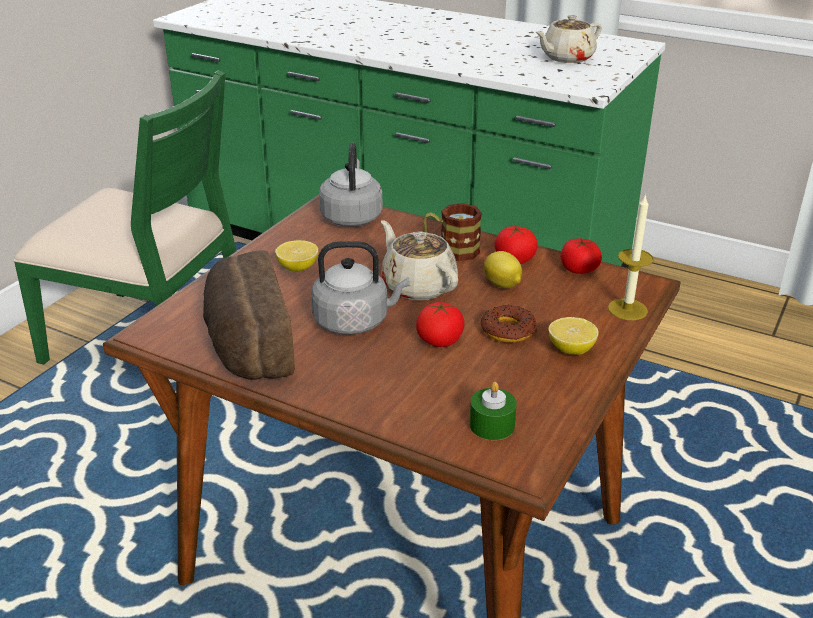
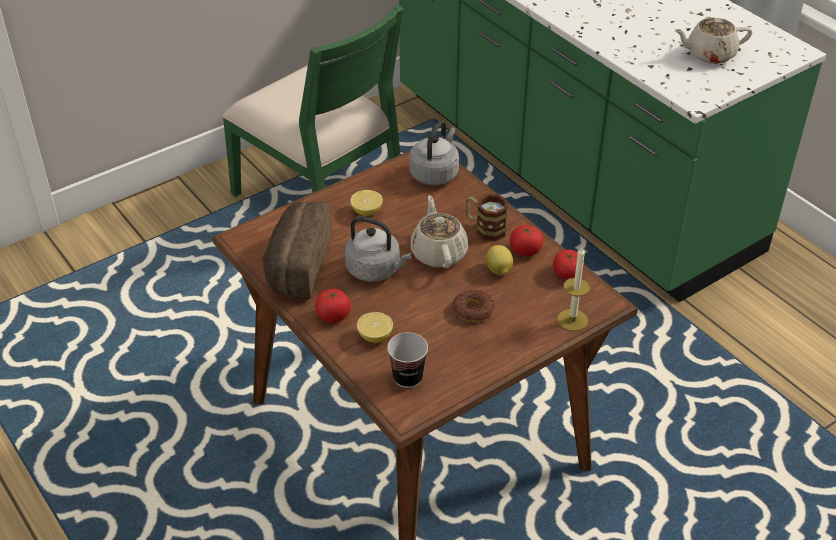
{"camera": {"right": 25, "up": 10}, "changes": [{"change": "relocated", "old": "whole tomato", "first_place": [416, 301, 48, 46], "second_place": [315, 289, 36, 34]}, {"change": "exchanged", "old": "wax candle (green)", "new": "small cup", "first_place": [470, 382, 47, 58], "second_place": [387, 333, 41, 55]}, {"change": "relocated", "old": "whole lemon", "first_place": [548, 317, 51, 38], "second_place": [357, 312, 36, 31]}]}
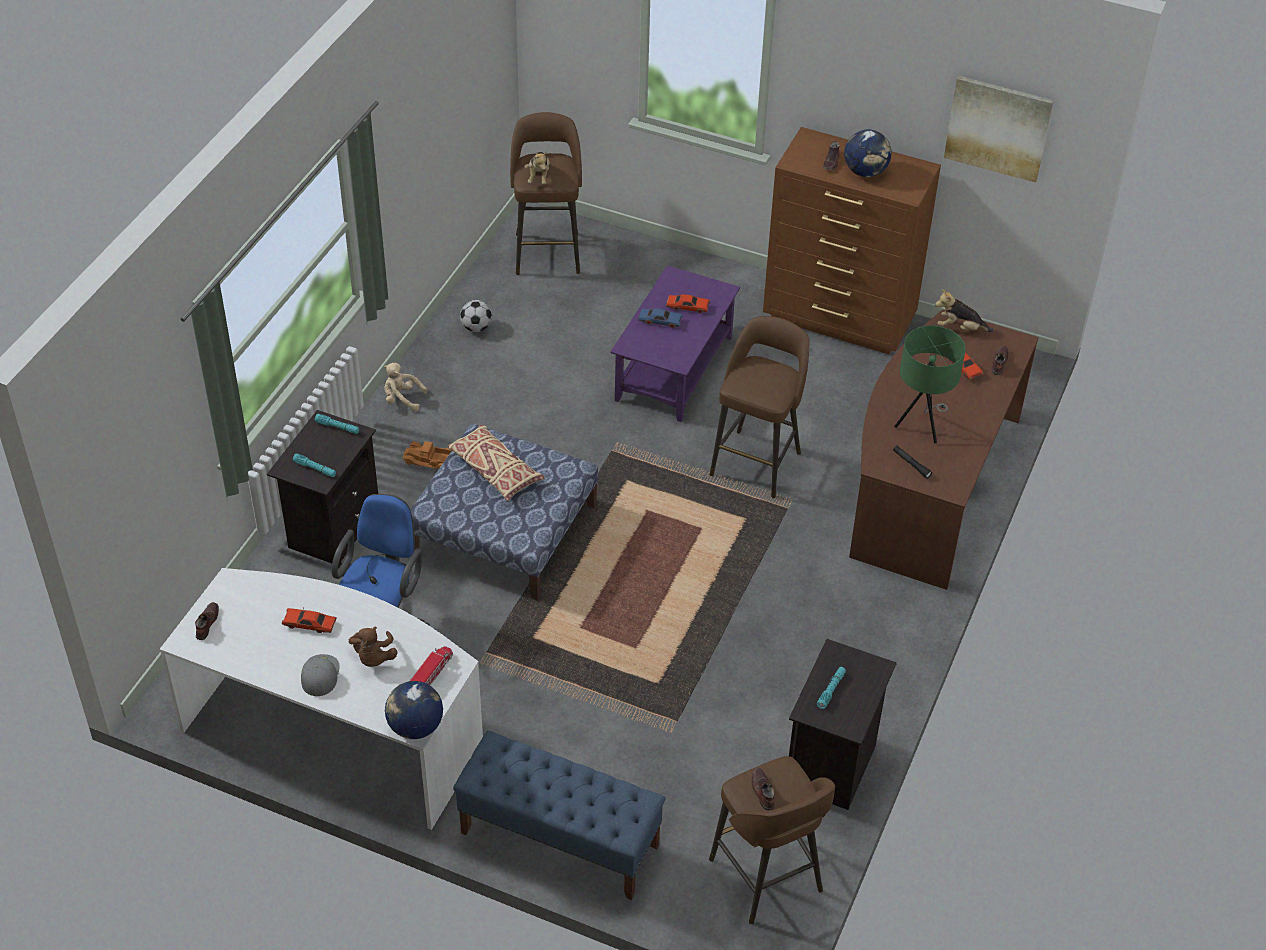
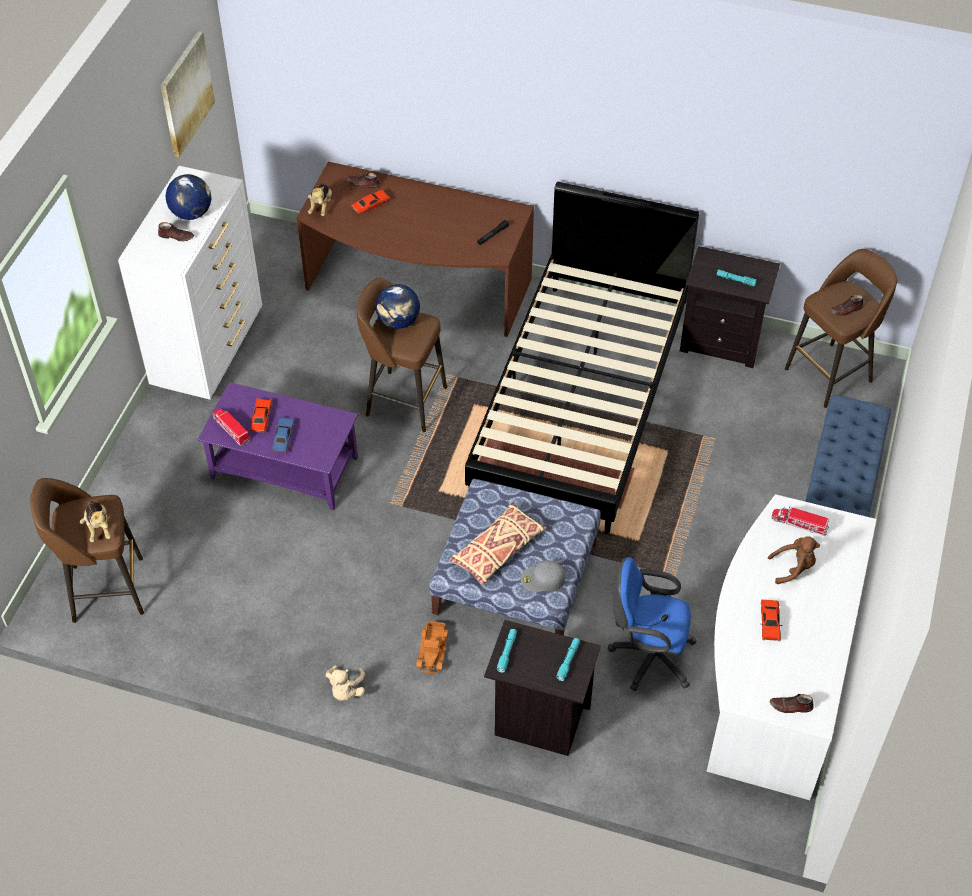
{"camera": {"right": -95, "up": 5}, "changes": [{"change": "relocated", "old": "peaked cap (gray)", "first_place": [301, 654, 39, 42], "second_place": [521, 560, 44, 32]}, {"change": "relocated", "old": "desk globe", "first_place": [385, 681, 58, 58], "second_place": [376, 284, 44, 45]}, {"change": "missing", "old": "ball for football", "first_place": [460, 300, 32, 32]}, {"change": "spun", "old": "plush toy", "first_place": [525, 151, 25, 34], "second_place": [80, 501, 31, 41], "degrees": 75}, {"change": "colour", "old": "drawer chest (brown)", "new": "drawer chest (whitish)", "first_place": [763, 127, 178, 227], "second_place": [118, 166, 144, 234]}, {"change": "missing", "old": "tabletop lamp (green)", "first_place": [894, 325, 72, 118]}, {"change": "appeared", "new": "model truck", "second_place": [212, 409, 38, 37]}, {"change": "appeared", "new": "sleeping bed (black-coloured)", "second_place": [465, 182, 234, 352]}]}
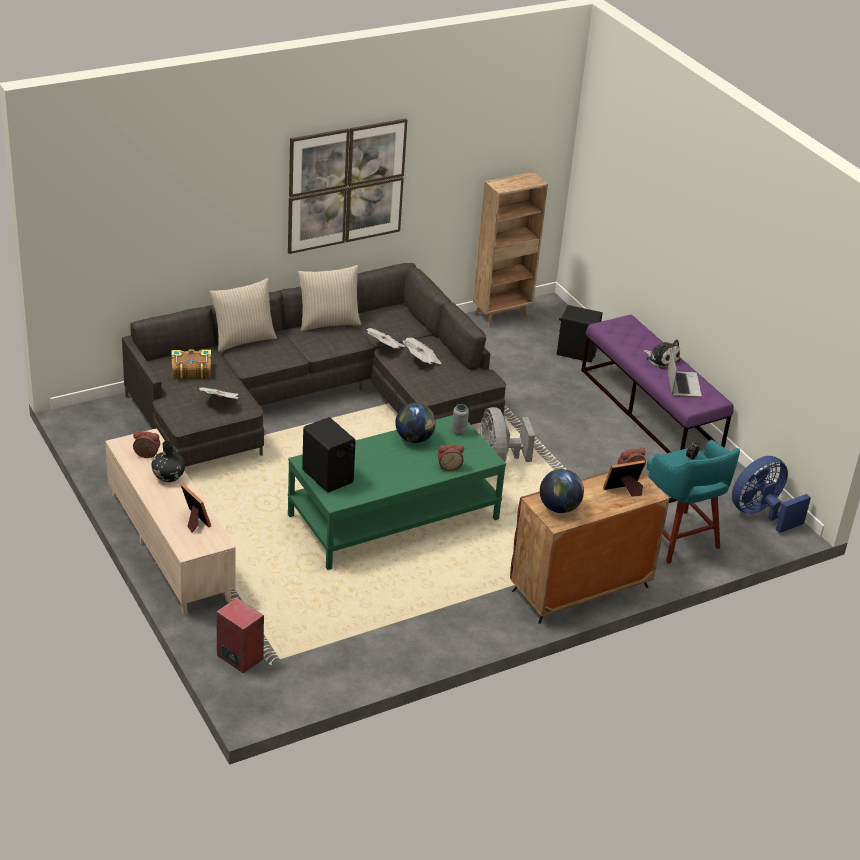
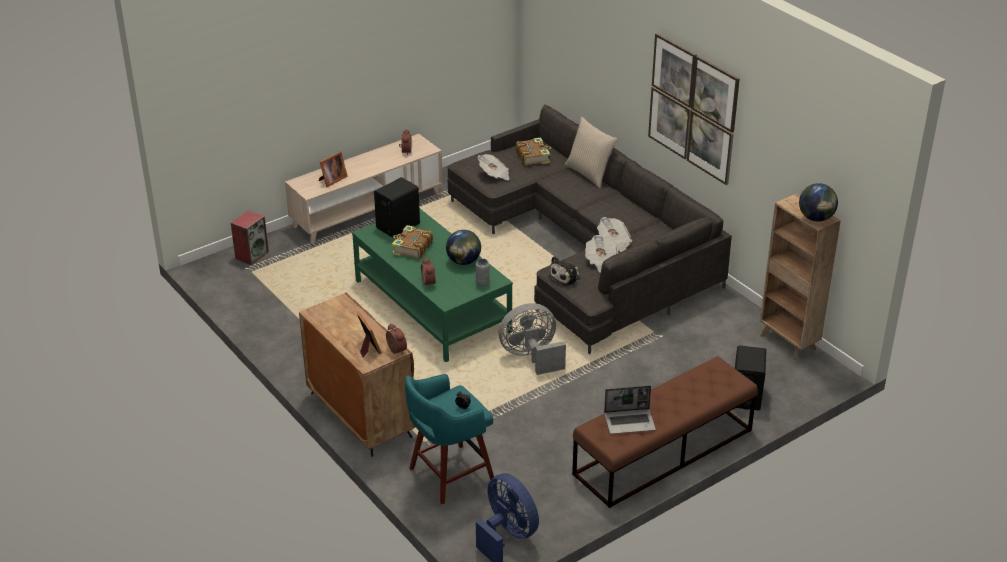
{"camera": {"right": 85, "up": 0}, "changes": [{"change": "missing", "old": "vase (black-coloured)", "first_place": [151, 441, 34, 41]}, {"change": "missing", "old": "cushion (sand-coloured)", "first_place": [298, 265, 63, 66]}, {"change": "relocated", "old": "desk globe", "first_place": [540, 469, 44, 44], "second_place": [799, 183, 39, 38]}, {"change": "colour", "old": "indoor bench (purplish)", "new": "indoor bench (brown)", "first_place": [581, 315, 153, 138], "second_place": [572, 357, 186, 151]}, {"change": "relocated", "old": "plush toy", "first_place": [643, 340, 37, 29], "second_place": [548, 256, 32, 30]}, {"change": "appeared", "new": "book", "second_place": [392, 225, 41, 34]}]}
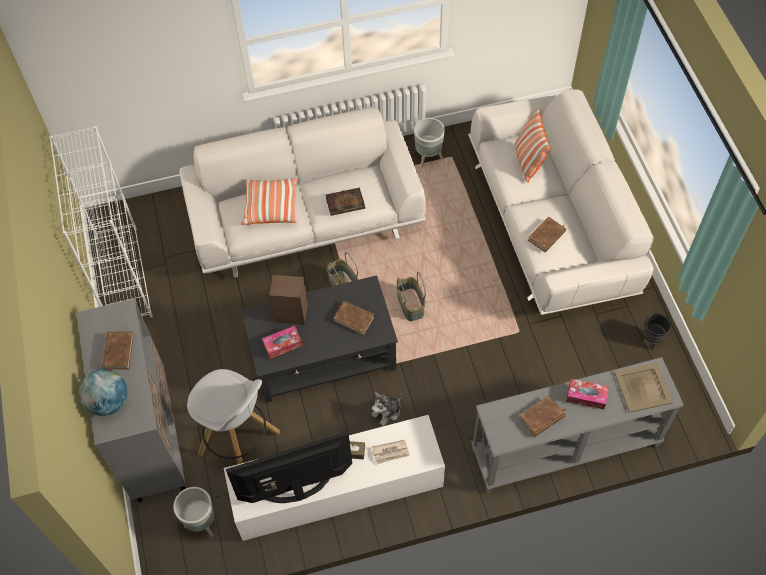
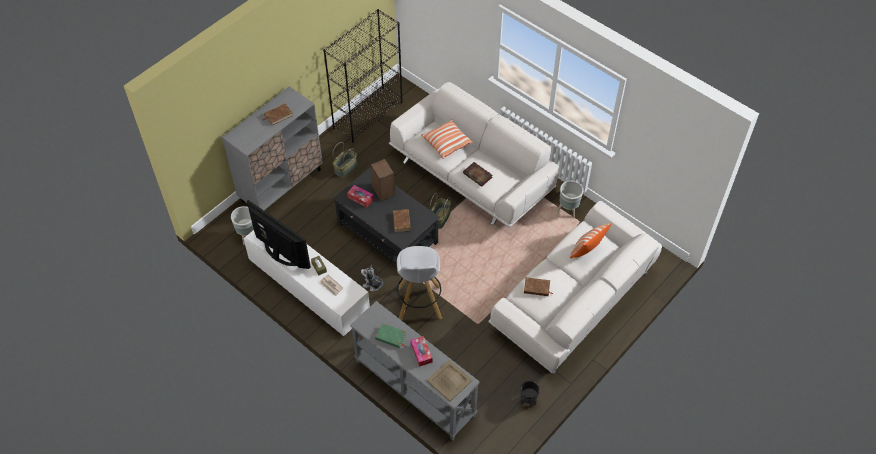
{"camera": {"right": 55, "up": -5}, "changes": [{"change": "colour", "old": "bookcase (whitish)", "new": "bookcase (black-coloured)", "first_place": [50, 126, 103, 192], "second_place": [323, 9, 80, 134]}, {"change": "missing", "old": "desk globe", "first_place": [79, 369, 48, 47]}, {"change": "relocated", "old": "stool seat (whitish)", "first_place": [187, 369, 93, 95], "second_place": [397, 246, 45, 74]}, {"change": "relocated", "old": "storage basket", "first_place": [397, 272, 29, 49], "second_place": [333, 142, 24, 36]}, {"change": "colour", "old": "book (brown)", "new": "book (green)", "first_place": [519, 395, 47, 42], "second_place": [375, 323, 32, 25]}]}
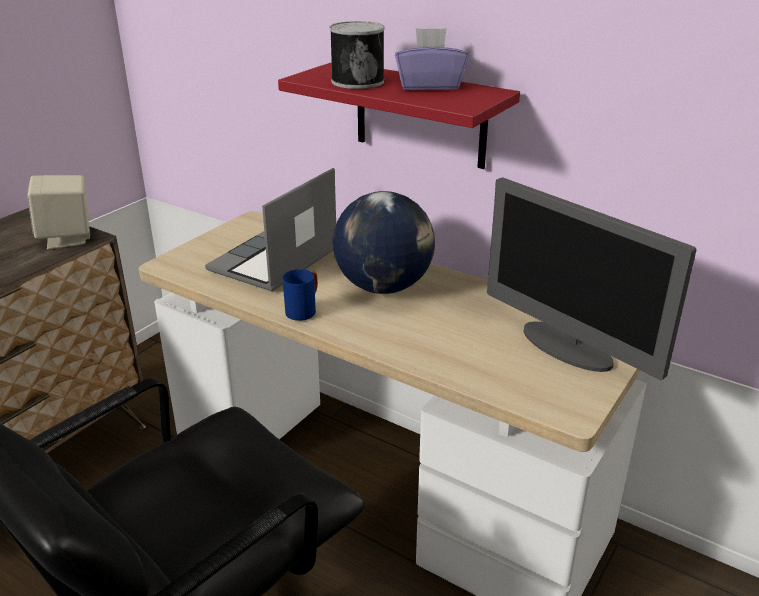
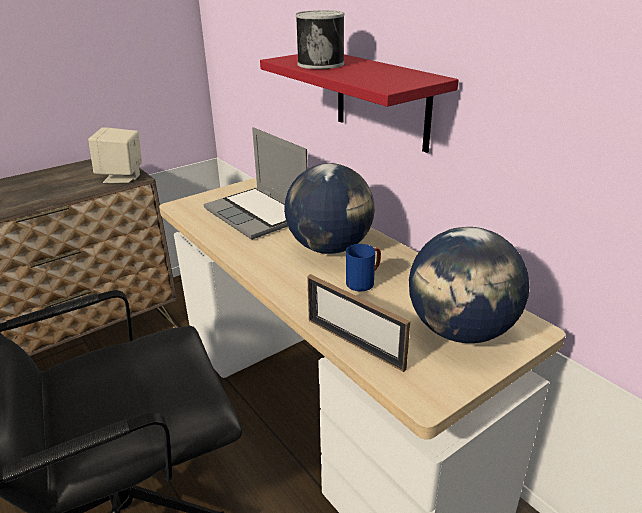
{"camera": {"right": 20, "up": 0}, "changes": [{"change": "spun", "old": "laptop", "first_place": [205, 168, 131, 124], "second_place": [203, 127, 105, 113], "degrees": -90}, {"change": "relocated", "old": "tea mug (blue-coloured)", "first_place": [282, 269, 36, 52], "second_place": [346, 244, 35, 48]}, {"change": "missing", "old": "tissue box (purplish)", "first_place": [395, 28, 73, 62]}, {"change": "exchanged", "old": "computer display", "new": "desk globe", "first_place": [487, 177, 209, 203], "second_place": [409, 227, 120, 116]}, {"change": "appeared", "new": "standing frame", "second_place": [307, 274, 103, 98]}]}
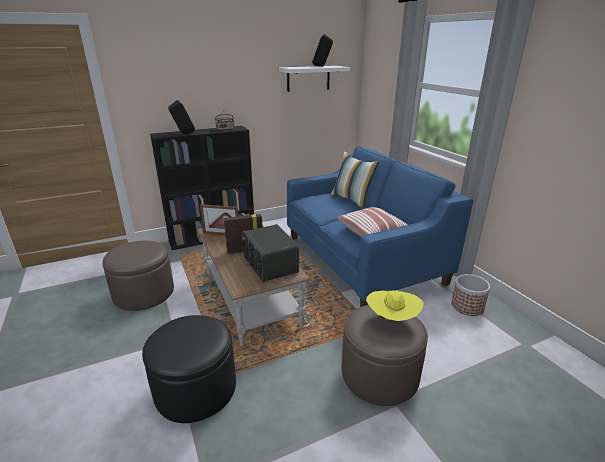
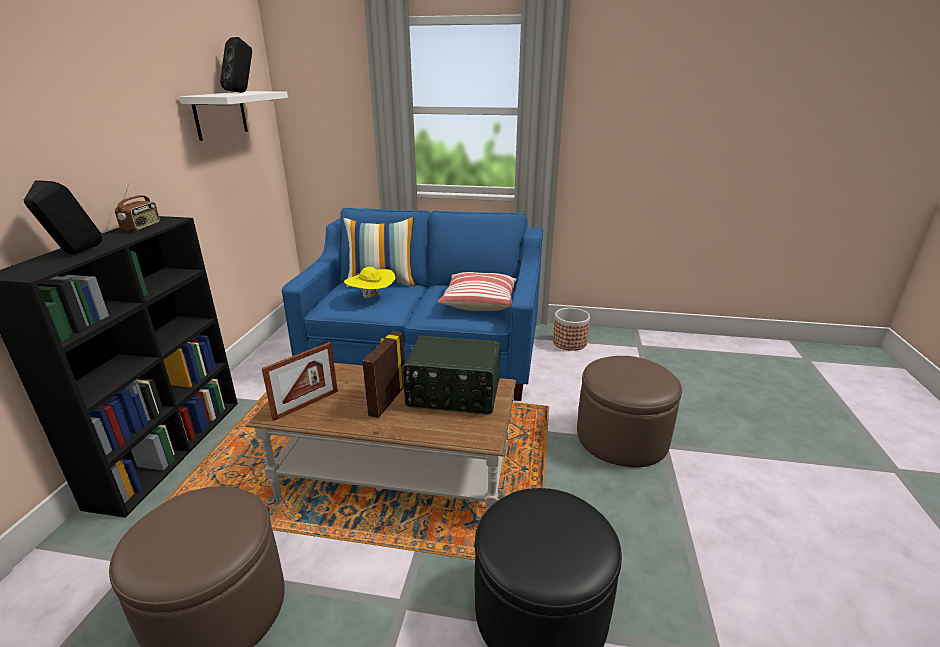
{"camera": {"right": -55, "up": 0}, "changes": [{"change": "relocated", "old": "clothing hat (yellow-coloured)", "first_place": [366, 290, 58, 31], "second_place": [344, 267, 52, 32]}]}
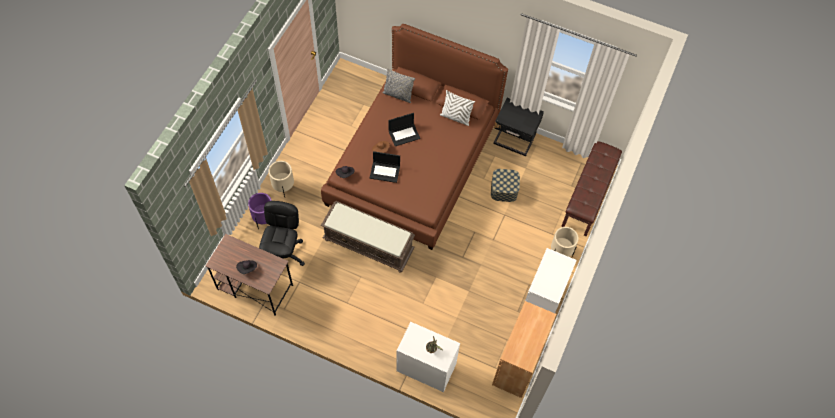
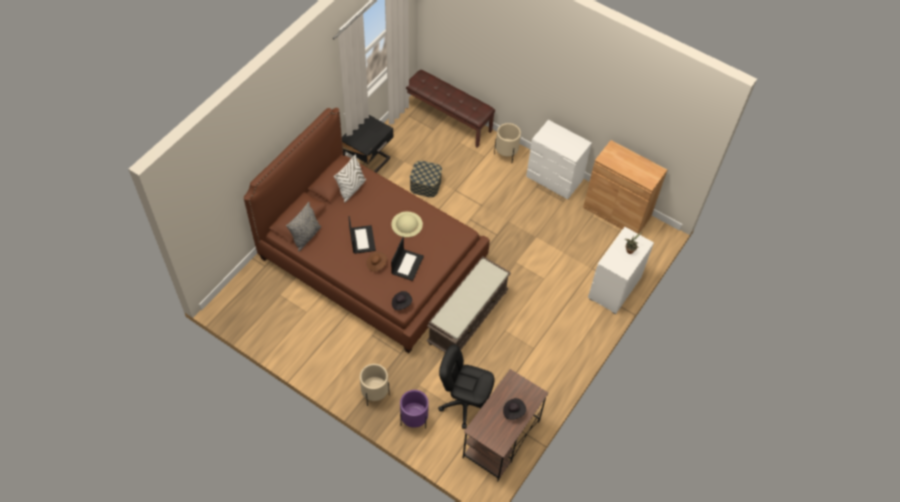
{"camera": {"right": -80, "up": -5}, "changes": [{"change": "appeared", "new": "clothing hat (sand-coloured)", "second_place": [391, 212, 32, 25]}]}
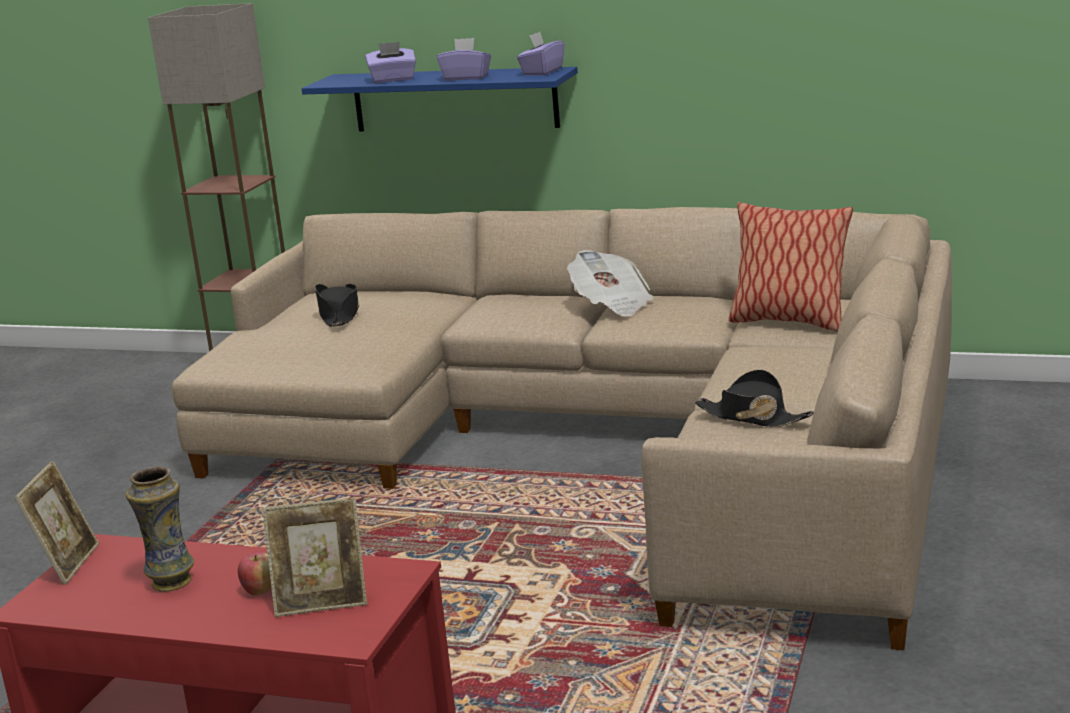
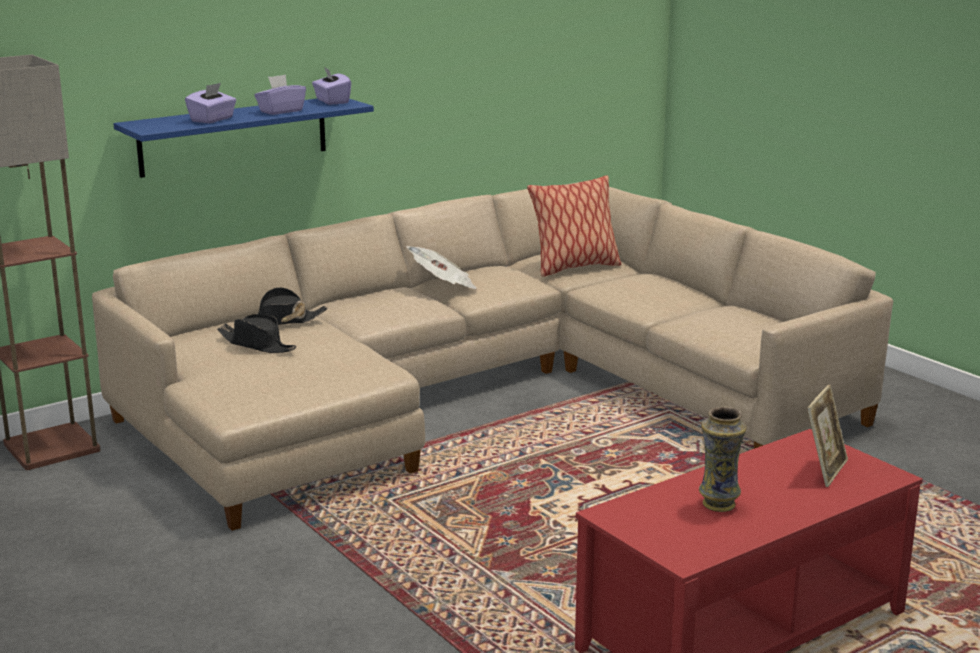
{"camera": {"right": -55, "up": 0}, "changes": [{"change": "missing", "old": "standing frame", "first_place": [15, 461, 84, 124]}, {"change": "missing", "old": "whole apple", "first_place": [238, 551, 33, 45]}, {"change": "relocated", "old": "clothing hat (black-coloured)", "first_place": [695, 370, 119, 57], "second_place": [239, 287, 89, 38]}]}
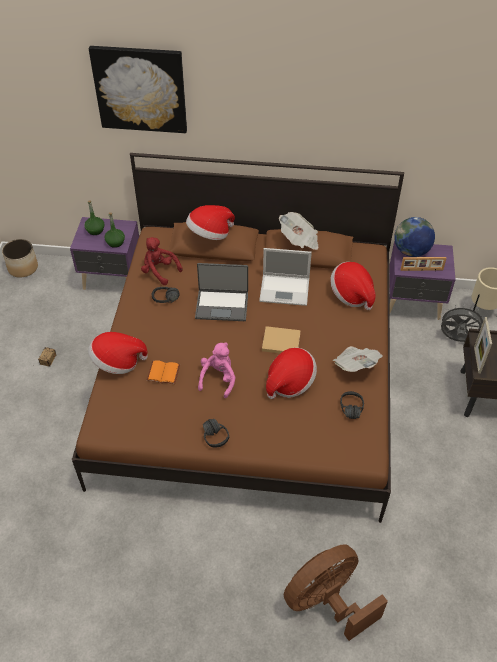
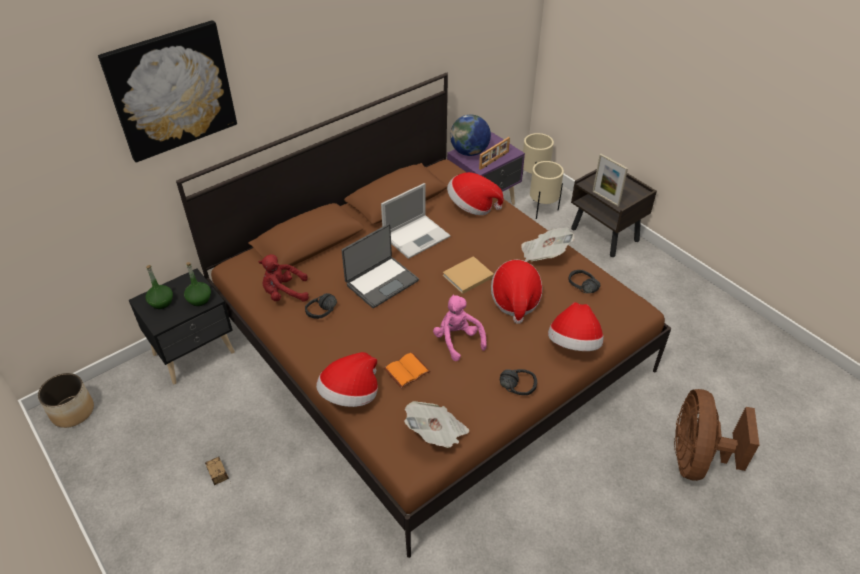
{"camera": {"right": -45, "up": -5}, "changes": [{"change": "colour", "old": "bedside table (purplish)", "new": "bedside table (black-coloured)", "first_place": [70, 217, 69, 73], "second_place": [129, 269, 106, 115]}, {"change": "relocated", "old": "clothing hat", "first_place": [186, 205, 49, 35], "second_place": [548, 302, 55, 49]}, {"change": "relocated", "old": "newspaper", "first_place": [279, 212, 39, 38], "second_place": [404, 401, 65, 47]}, {"change": "exchanged", "old": "cooling fan (gray)", "new": "plant pot (sand-coloured)", "first_place": [439, 305, 46, 37], "second_place": [530, 161, 34, 58]}]}
